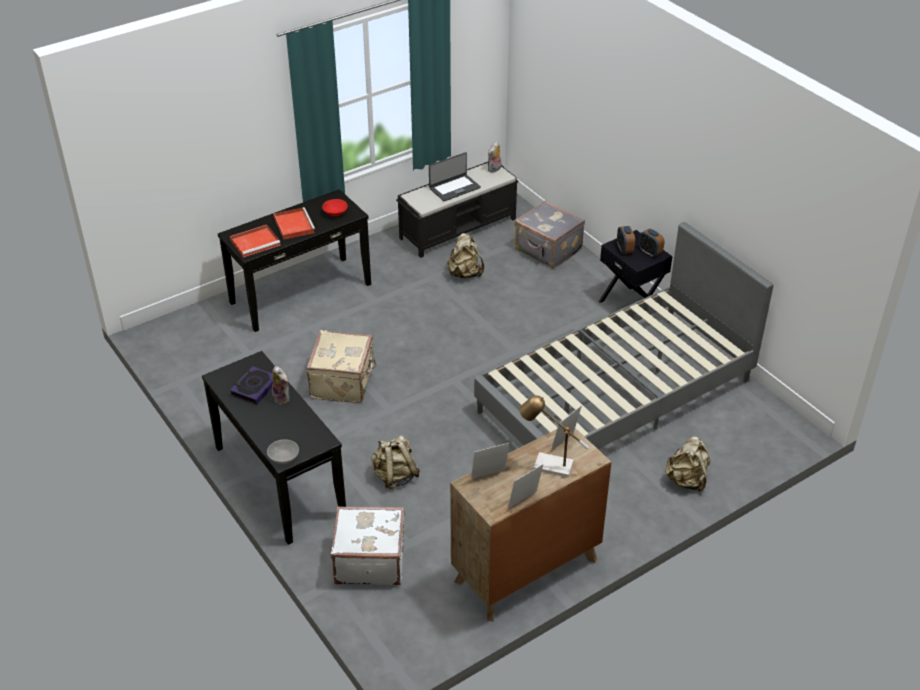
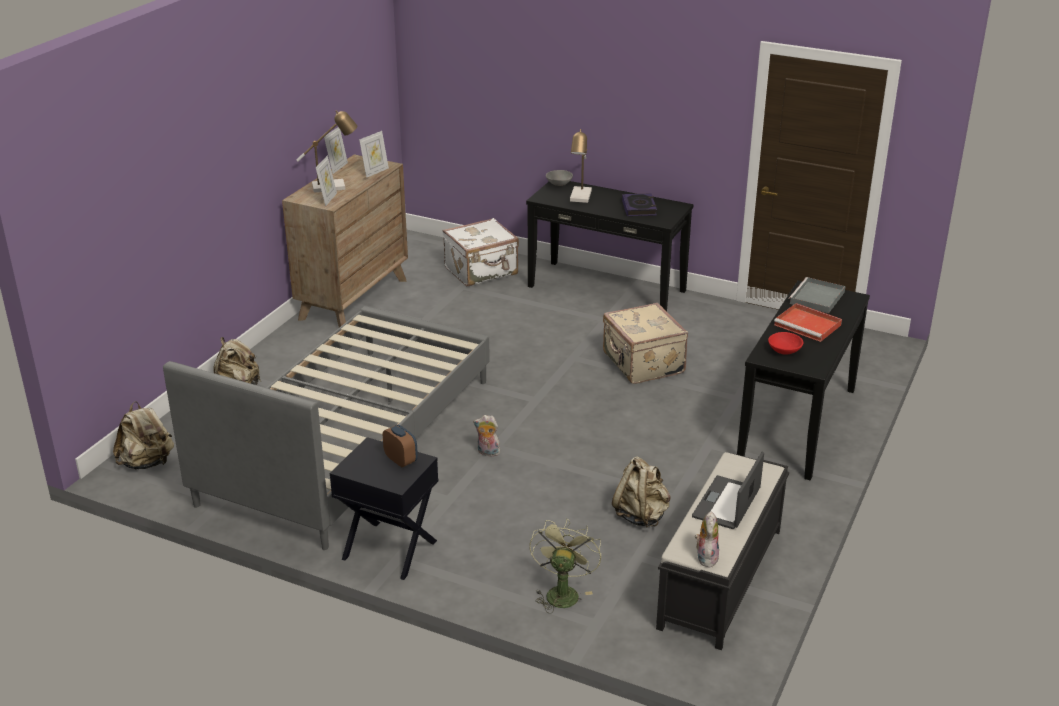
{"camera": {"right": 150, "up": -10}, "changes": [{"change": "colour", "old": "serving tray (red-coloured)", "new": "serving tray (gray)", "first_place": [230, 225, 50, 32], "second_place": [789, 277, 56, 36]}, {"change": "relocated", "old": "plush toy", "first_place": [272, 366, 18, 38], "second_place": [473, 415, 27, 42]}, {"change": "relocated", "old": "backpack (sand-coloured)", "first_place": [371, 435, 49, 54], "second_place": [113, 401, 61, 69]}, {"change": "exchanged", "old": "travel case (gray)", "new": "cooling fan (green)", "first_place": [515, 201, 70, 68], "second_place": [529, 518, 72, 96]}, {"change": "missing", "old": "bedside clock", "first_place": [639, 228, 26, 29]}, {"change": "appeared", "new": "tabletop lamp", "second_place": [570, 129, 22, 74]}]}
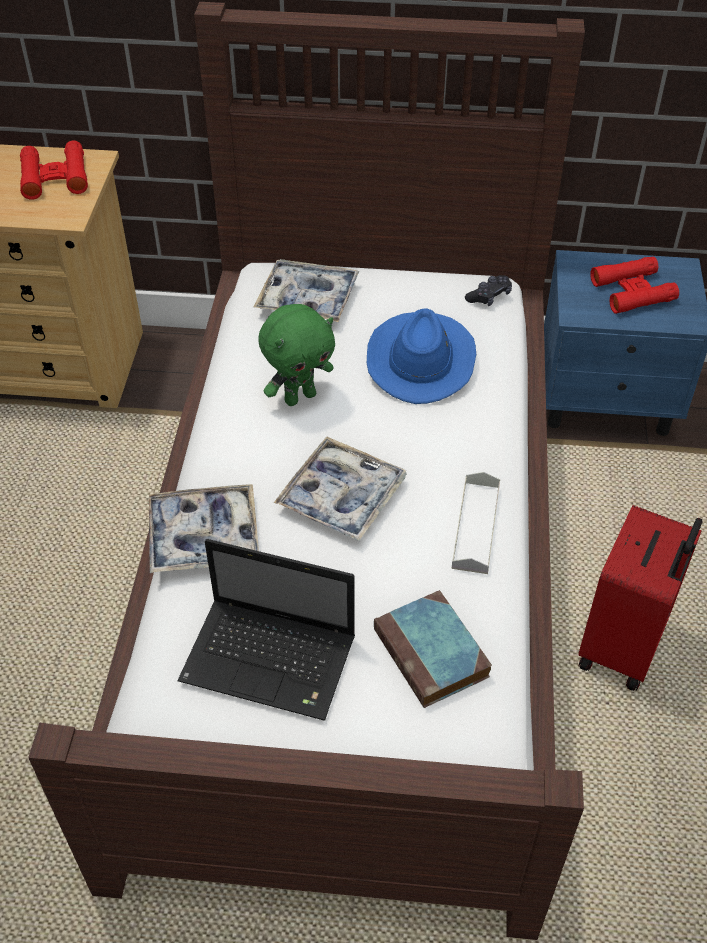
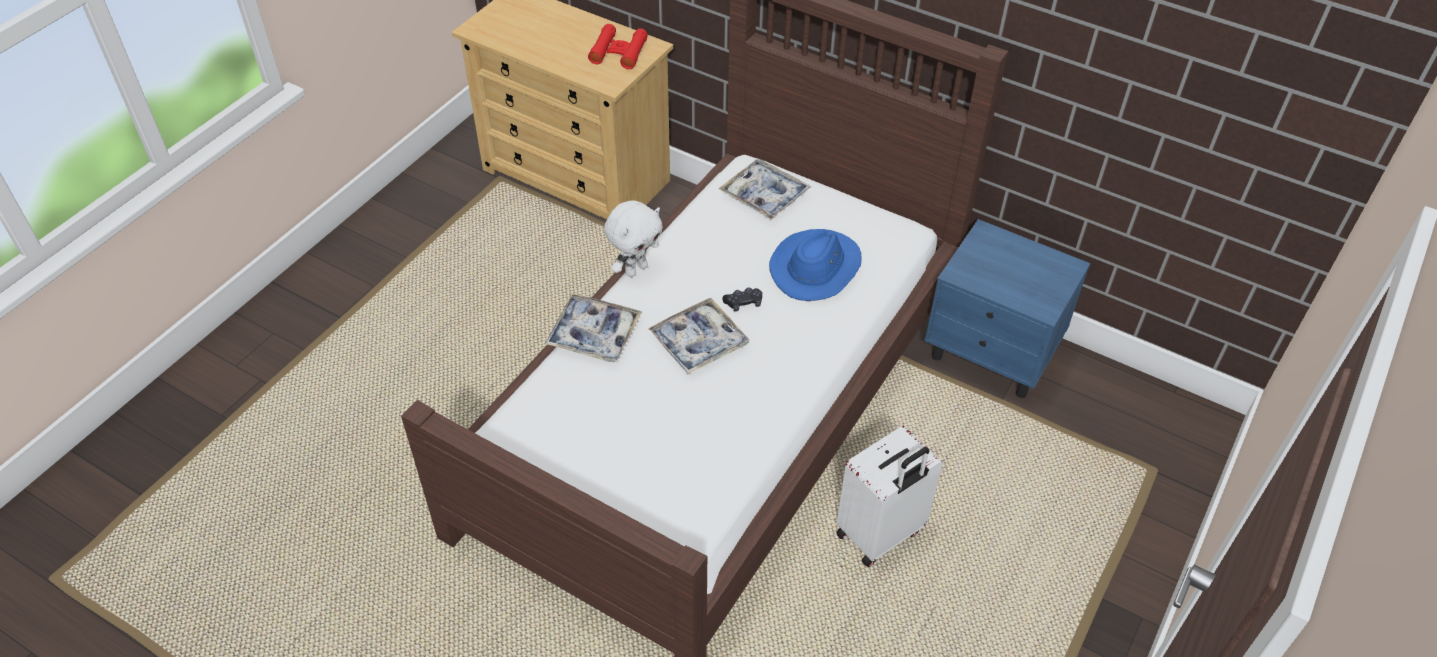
{"camera": {"right": 25, "up": 0}, "changes": [{"change": "missing", "old": "laptop", "first_place": [177, 539, 178, 182]}, {"change": "missing", "old": "plush toy (green)", "first_place": [258, 304, 77, 102]}, {"change": "missing", "old": "book", "first_place": [374, 590, 118, 118]}, {"change": "missing", "old": "serving tray (gray)", "first_place": [451, 472, 49, 102]}, {"change": "relocated", "old": "game controller (black-coloured)", "first_place": [465, 275, 47, 31], "second_place": [722, 288, 40, 23]}, {"change": "colour", "old": "travel case (red-coloured)", "new": "travel case (whitish)", "first_place": [578, 505, 125, 186], "second_place": [836, 426, 107, 141]}, {"change": "missing", "old": "pair of binoculars (red-coloured)", "first_place": [590, 257, 89, 57]}, {"change": "appeared", "new": "plush toy (whitish)", "second_place": [604, 200, 59, 77]}]}
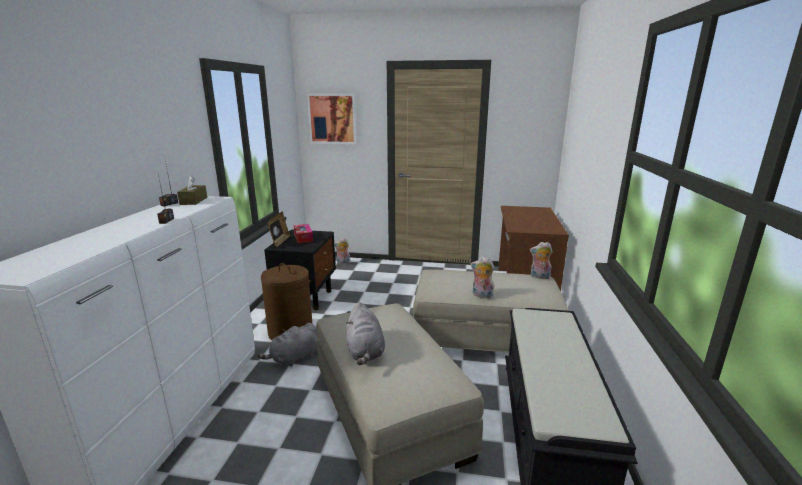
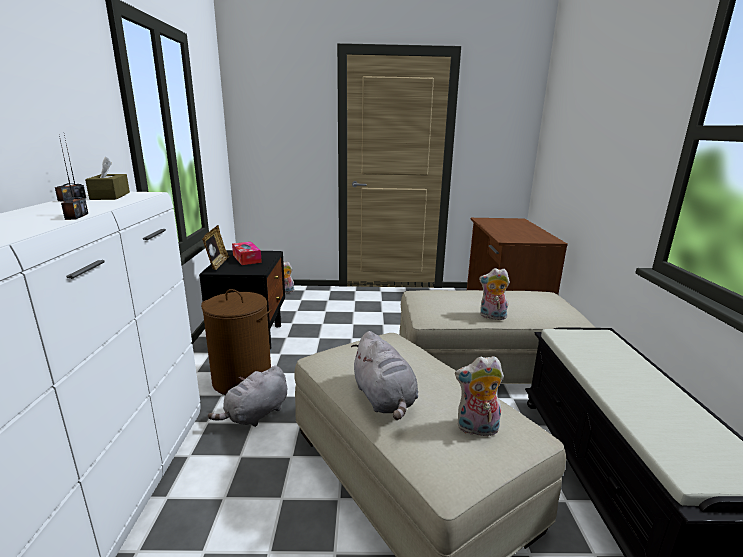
{"camera": {"right": -10, "up": 0}, "changes": [{"change": "missing", "old": "picture", "first_place": [307, 94, 50, 50]}, {"change": "relocated", "old": "plush toy", "first_place": [530, 242, 22, 37], "second_place": [455, 356, 49, 80]}]}
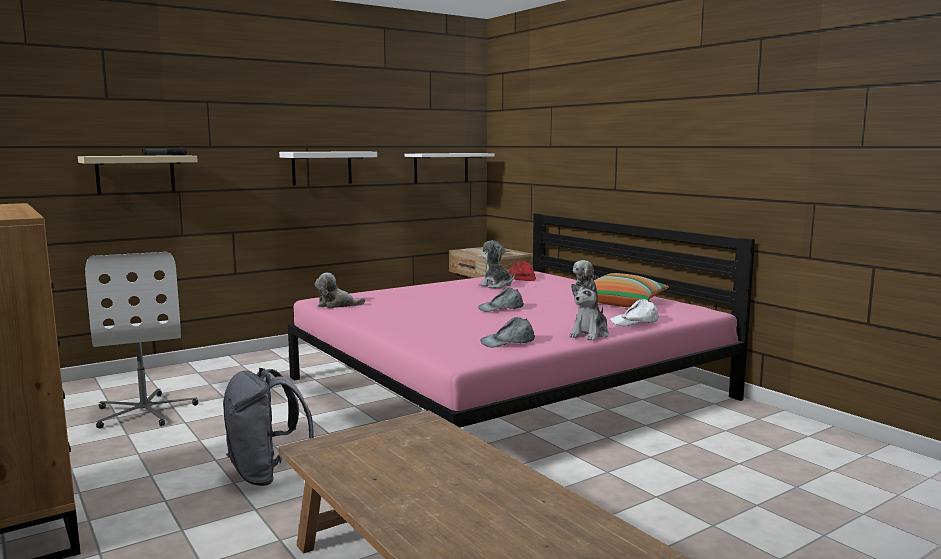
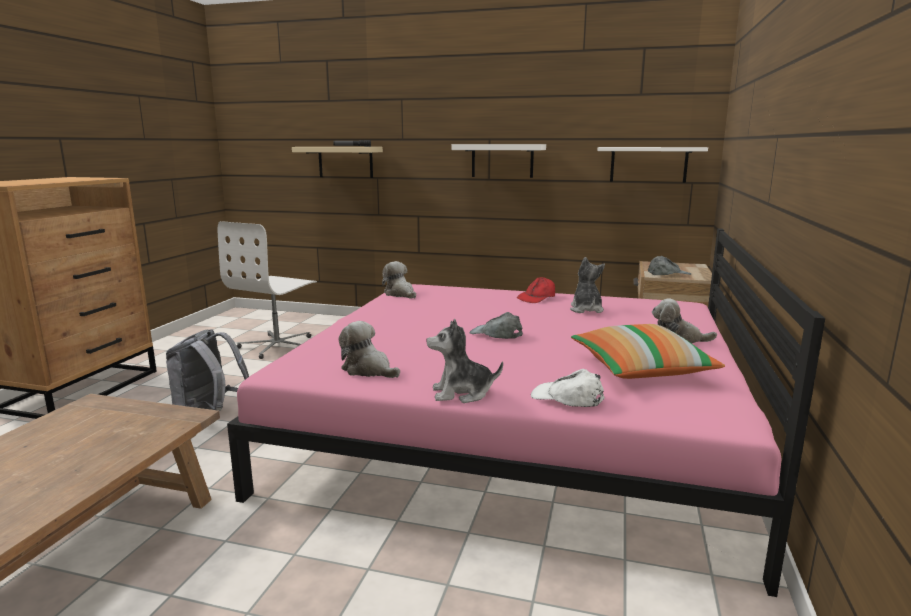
{"camera": {"right": 50, "up": 5}, "changes": [{"change": "exchanged", "old": "peaked cap (gray)", "new": "plush toy", "first_place": [480, 317, 55, 31], "second_place": [339, 321, 61, 57]}, {"change": "relocated", "old": "peaked cap (red-coloured)", "first_place": [509, 261, 27, 20], "second_place": [517, 277, 38, 26]}]}
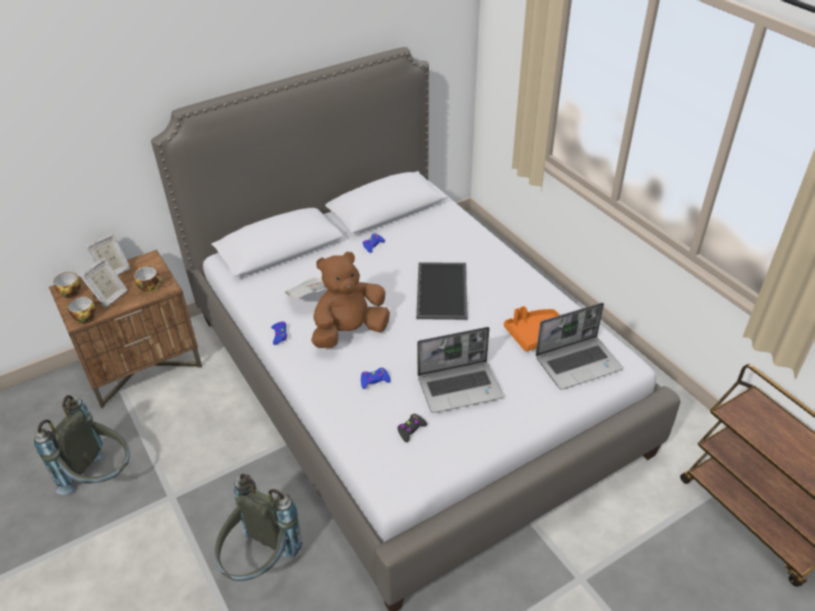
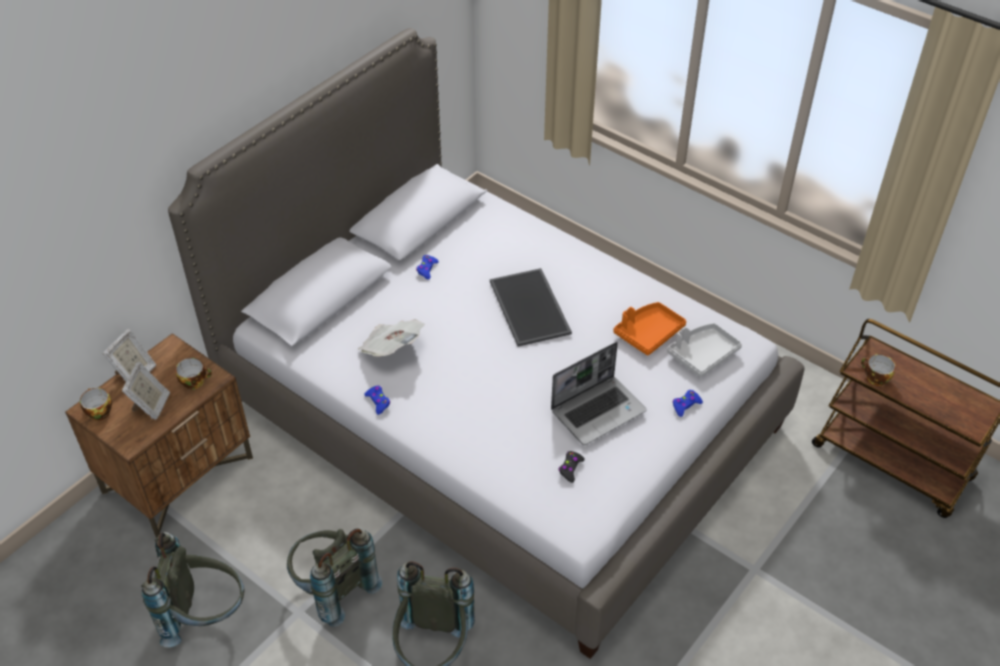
{"camera": {"right": -20, "up": 5}, "changes": [{"change": "relocated", "old": "small cup", "first_place": [68, 296, 28, 28], "second_place": [861, 354, 35, 32]}, {"change": "missing", "old": "plush toy (brown)", "first_place": [311, 251, 79, 97]}, {"change": "relocated", "old": "game controller (blue-coloured)", "first_place": [361, 368, 30, 21], "second_place": [672, 390, 31, 27]}, {"change": "exchanged", "old": "laptop", "new": "serving tray (gray)", "first_place": [535, 303, 88, 87], "second_place": [667, 323, 75, 55]}, {"change": "appeared", "new": "backpack (gray)", "second_place": [287, 528, 95, 99]}]}
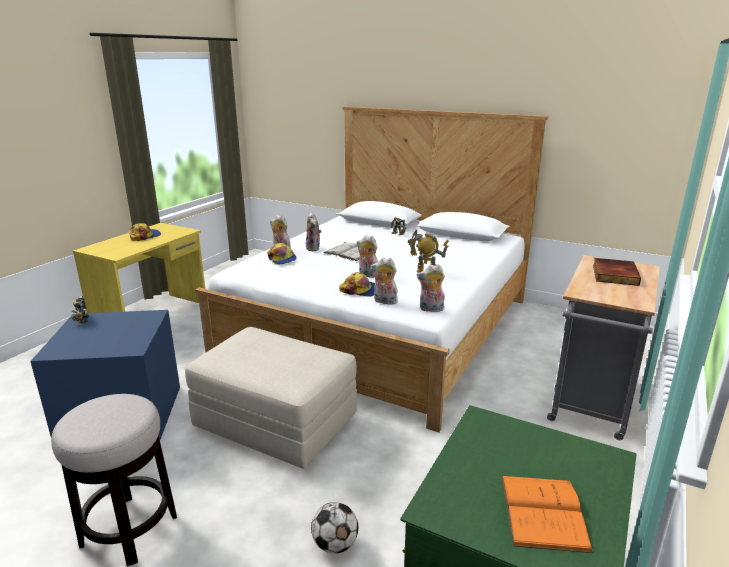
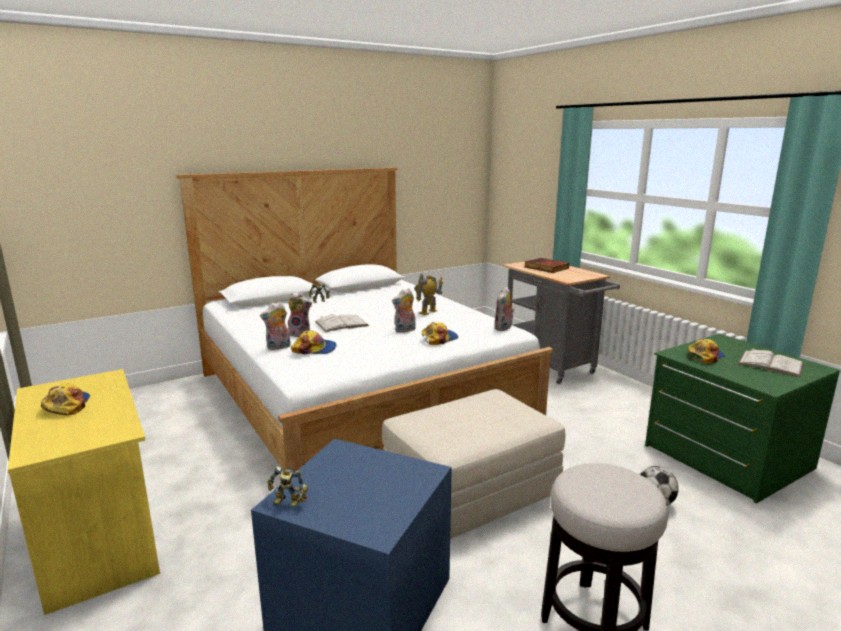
{"camera": {"right": -60, "up": -5}, "changes": [{"change": "missing", "old": "plush toy", "first_place": [371, 258, 27, 47]}, {"change": "colour", "old": "book (orange)", "new": "book (whitish)", "first_place": [502, 476, 91, 77], "second_place": [738, 348, 66, 29]}, {"change": "appeared", "new": "peaked cap", "second_place": [687, 339, 38, 25]}]}
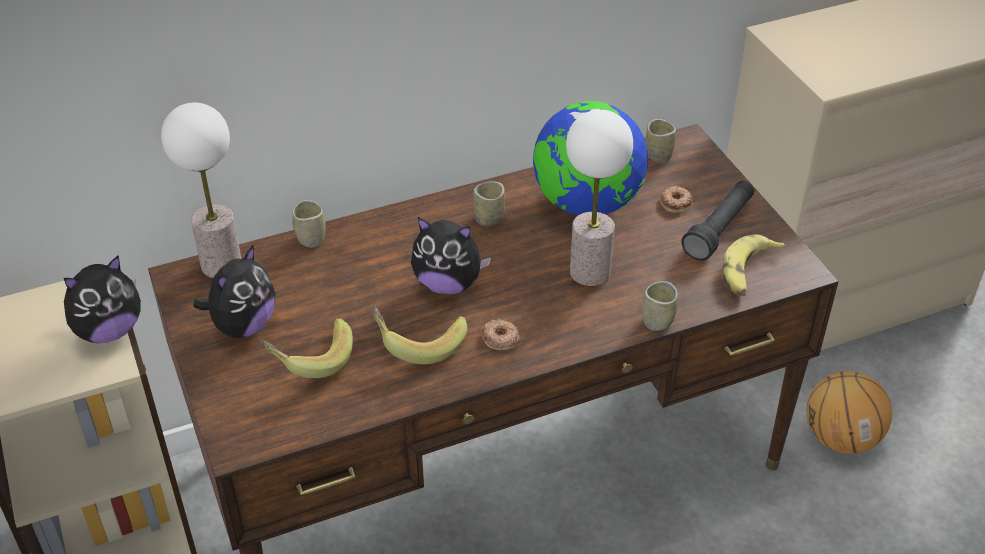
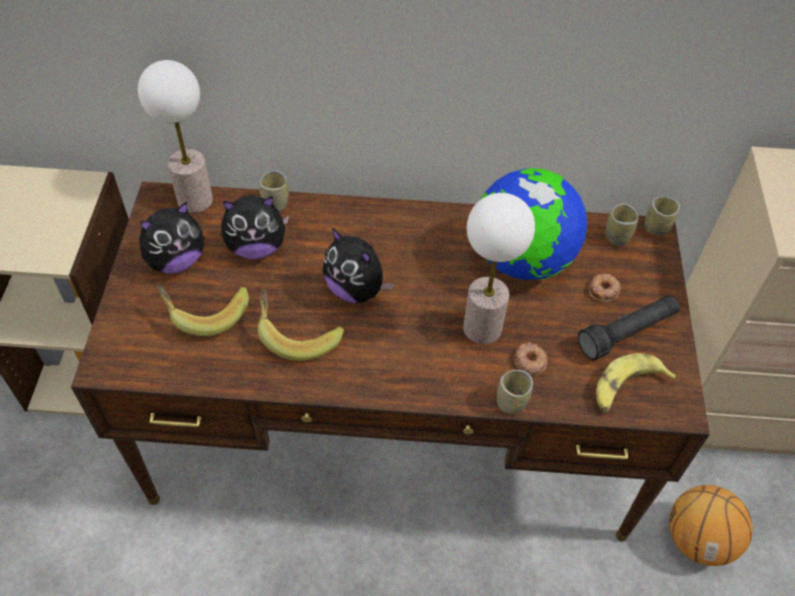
{"camera": {"right": 25, "up": 10}, "changes": [{"change": "relocated", "old": "plush toy", "first_place": [64, 256, 77, 87], "second_place": [221, 195, 68, 64]}, {"change": "relocated", "old": "small cup", "first_place": [473, 181, 32, 44], "second_place": [644, 197, 36, 38]}, {"change": "relocated", "old": "ring doughnut", "first_place": [482, 319, 37, 31], "second_place": [514, 342, 34, 33]}]}
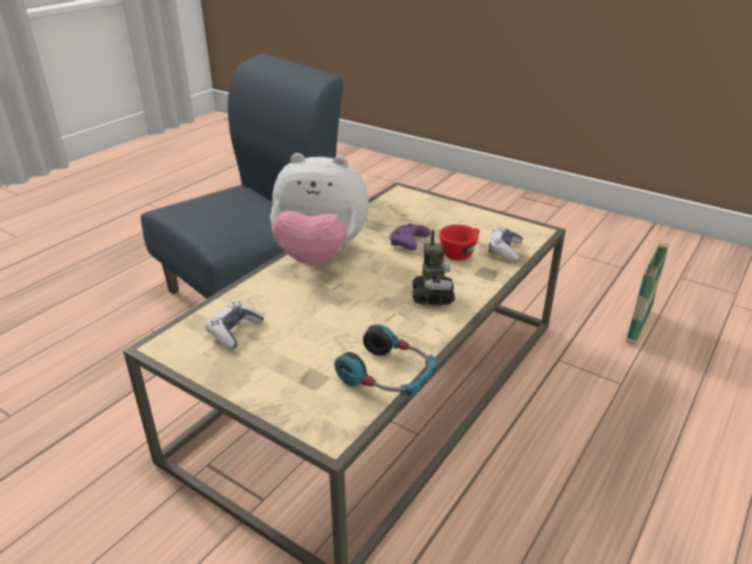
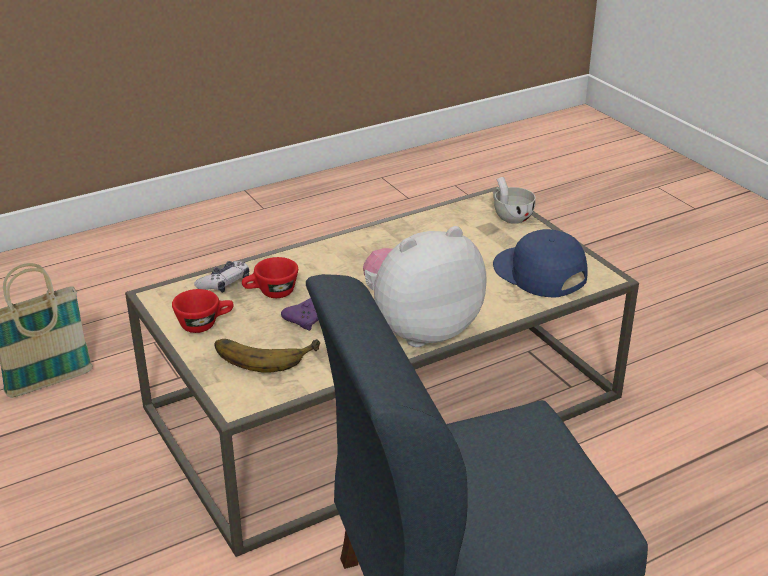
{"camera": {"right": -155, "up": 0}, "changes": [{"change": "exchanged", "old": "game controller", "new": "peaked cap (blue-coloured)", "first_place": [206, 301, 58, 48], "second_place": [493, 229, 95, 69]}, {"change": "spun", "old": "plush toy", "first_place": [270, 153, 99, 112], "second_place": [363, 226, 124, 121], "degrees": -60}, {"change": "missing", "old": "pair of headphones", "first_place": [334, 324, 102, 73]}, {"change": "missing", "old": "model robot", "first_place": [413, 230, 42, 76]}, {"change": "appeared", "new": "small cup (red-coloured)", "second_place": [172, 289, 62, 44]}, {"change": "appeared", "new": "banana fruit", "second_place": [215, 339, 105, 34]}, {"change": "appeared", "new": "small cup (whitish)", "second_place": [493, 177, 43, 47]}]}
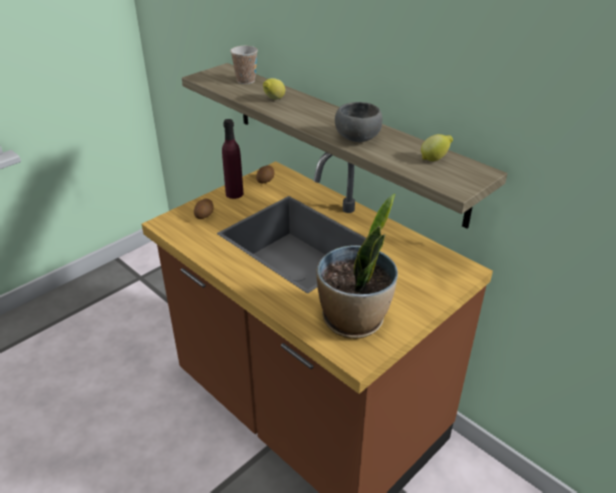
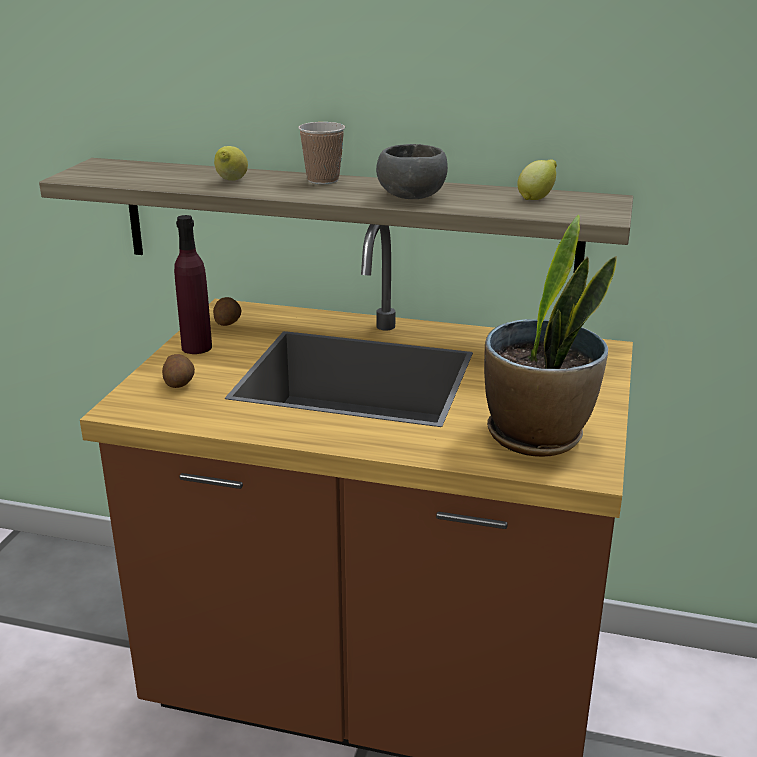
{"camera": {"right": -30, "up": -10}, "changes": [{"change": "relocated", "old": "small cup", "first_place": [230, 46, 28, 38], "second_place": [298, 122, 47, 62]}]}
